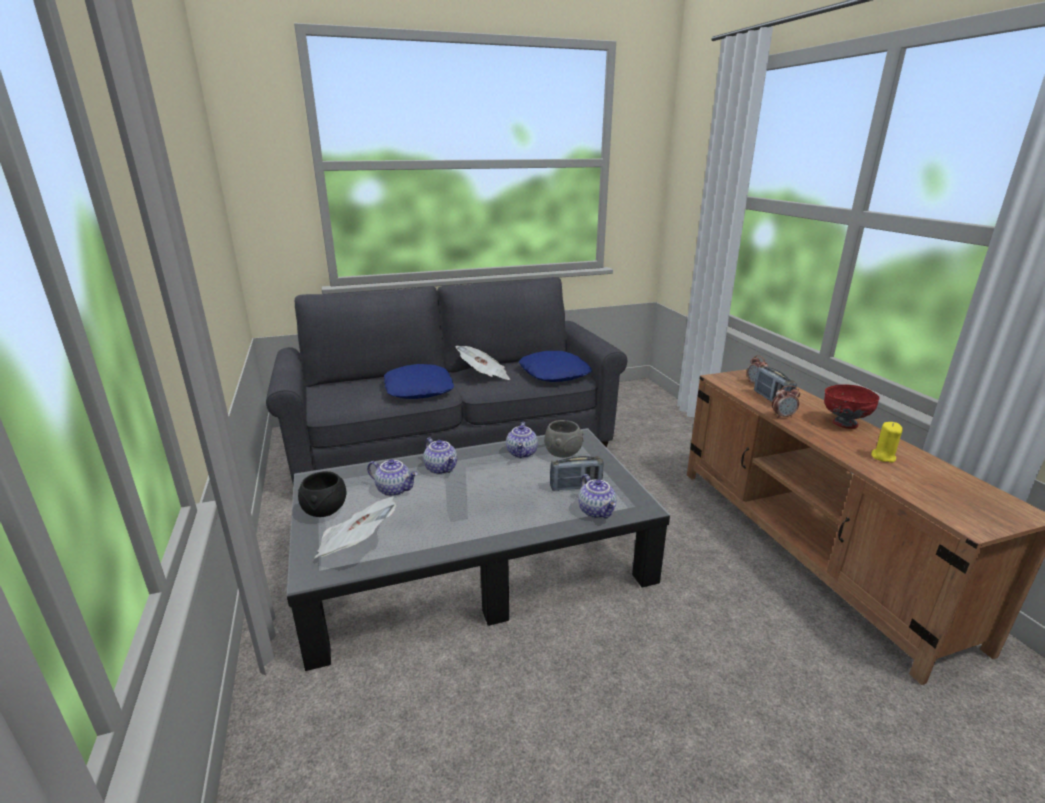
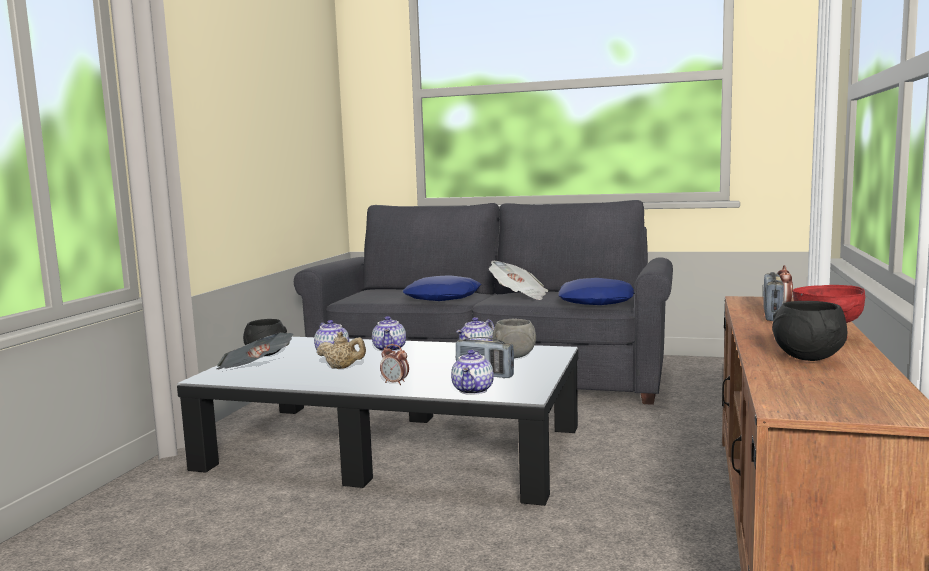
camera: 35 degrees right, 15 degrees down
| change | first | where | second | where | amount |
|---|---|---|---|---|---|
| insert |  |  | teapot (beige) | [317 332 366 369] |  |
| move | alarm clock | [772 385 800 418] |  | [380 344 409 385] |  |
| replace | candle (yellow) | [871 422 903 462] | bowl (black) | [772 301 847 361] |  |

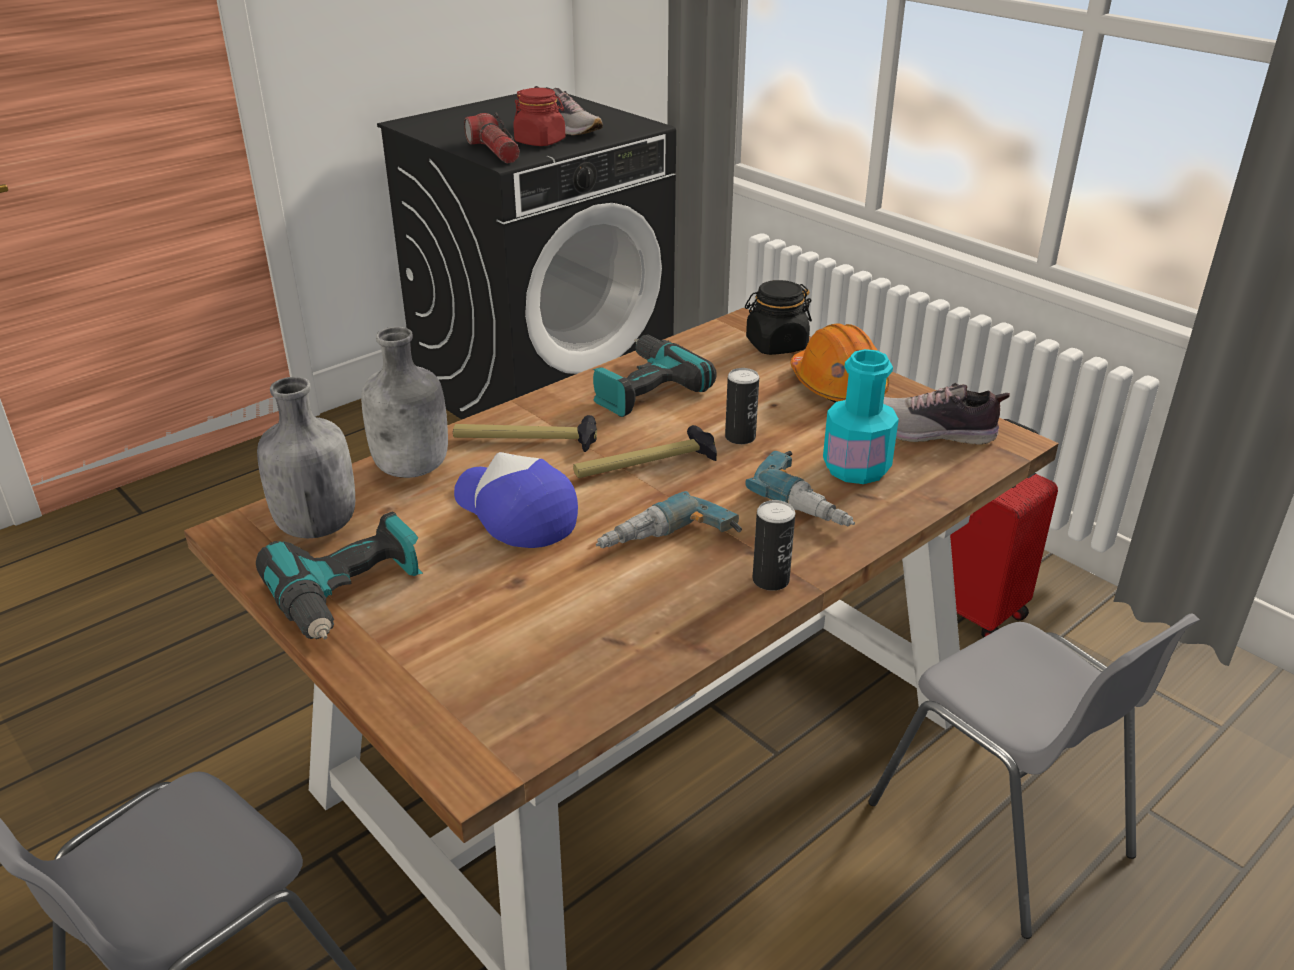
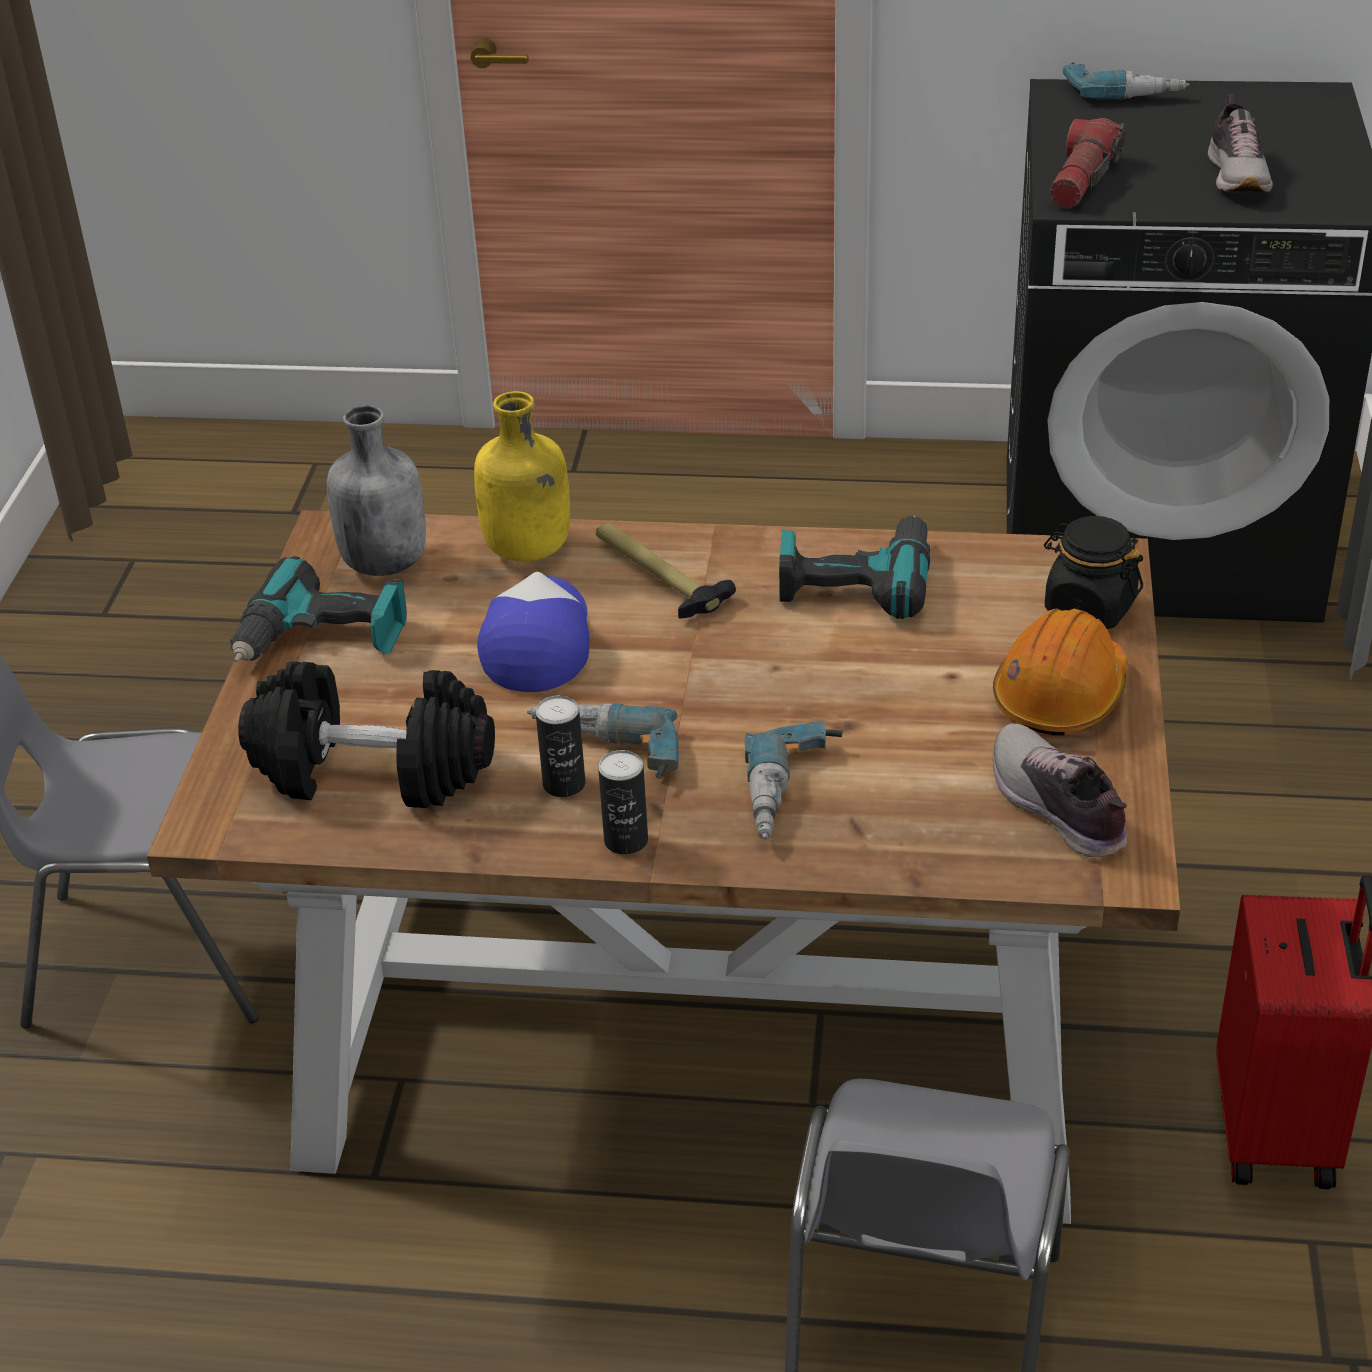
camera: 50 degrees right, 5 degrees up
| change | first | where | second | where | amount |
|---|---|---|---|---|---|
| insert |  |  | dumbbell (black) | [238 661 495 808] |  |
| recolor | bottle (grey) | [361 327 448 478] | bottle (yellow) | [474 391 570 562] |  |
| move | can | [725 368 759 444] |  | [535 695 585 797] |  |
| insert |  |  | power drill | [1063 62 1189 100] |  |
| delete | jar (red) | [513 88 565 146] |  |  |  |
| delete | hammer | [573 425 717 478] |  |  |  |
| delete | bottle (turquoise) | [823 349 899 484] |  |  |  |

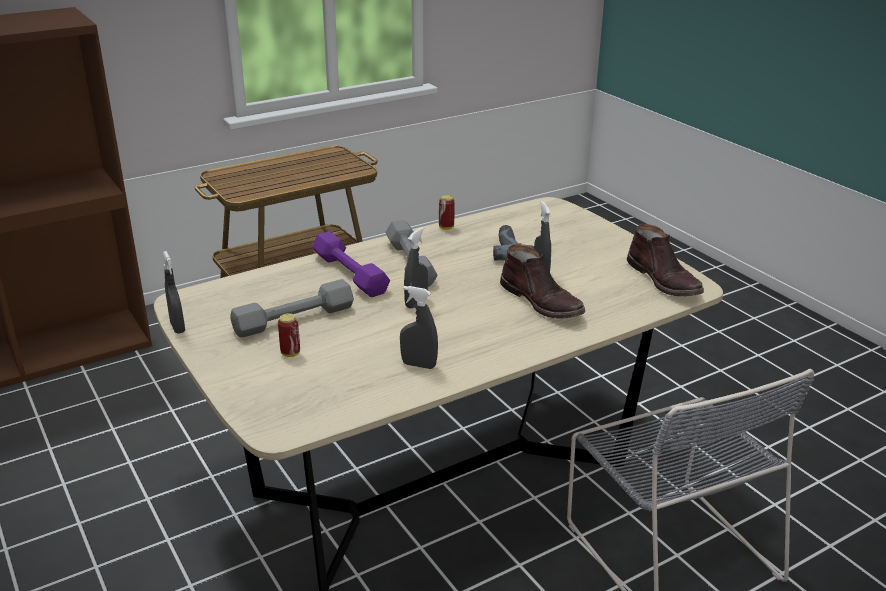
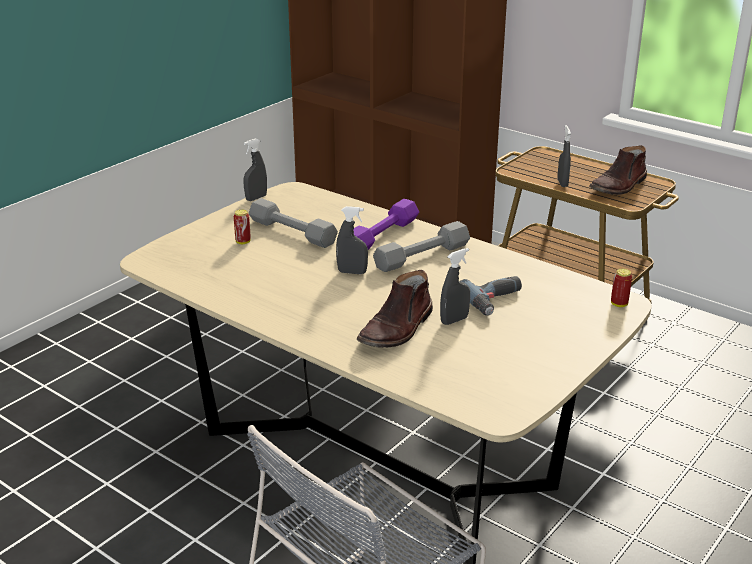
camera: 70 degrees right, 0 degrees up
| change | first | where | second | where | amount |
|---|---|---|---|---|---|
| move | spray bottle (grey) | [400 286 438 369] |  | [557 125 571 187] |  |
| move | boot (brown) | [627 224 704 296] |  | [589 145 647 195] |  |
| move | can | [439 195 455 230] |  | [611 269 632 307] |  |

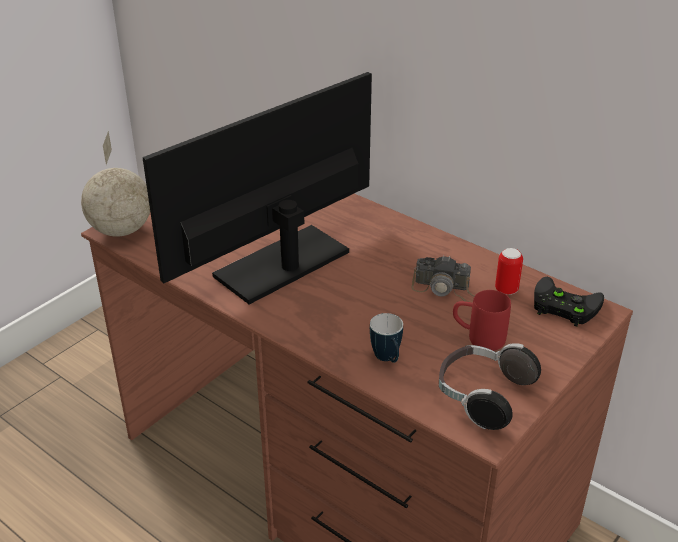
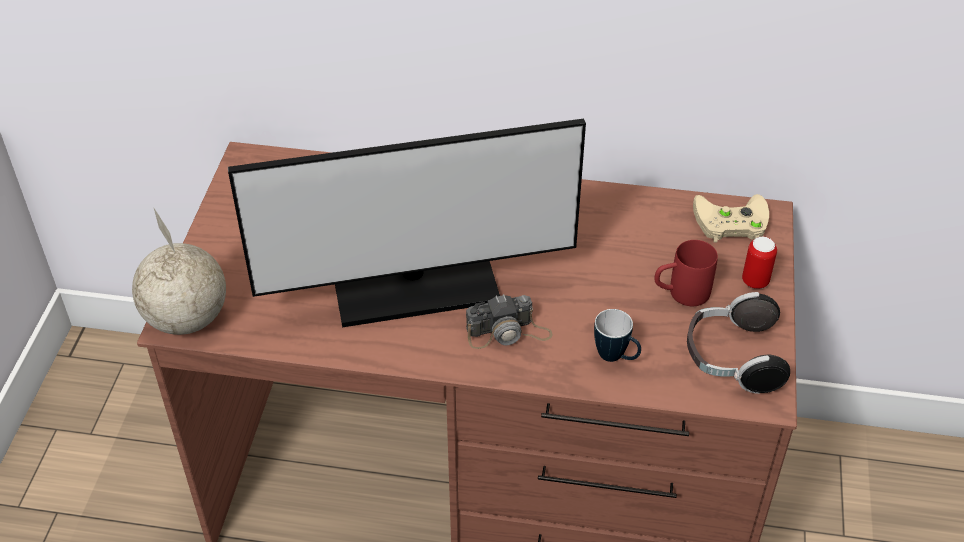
camera: 30 degrees left, 10 degrees up
| change | first | where | second | where | amount |
|---|---|---|---|---|---|
| rotate | monitor | [142 72 372 305] |  | [228 118 586 327] | 120 degrees counterclockwise |
| move | photo camera | [411 255 475 303] |  | [466 294 553 349] |  |
| recolor | game controller (black) | [534 277 604 327] | game controller (beige) | [693 194 769 243] |  |
| move | can | [495 248 523 295] |  | [742 236 777 289] |  |

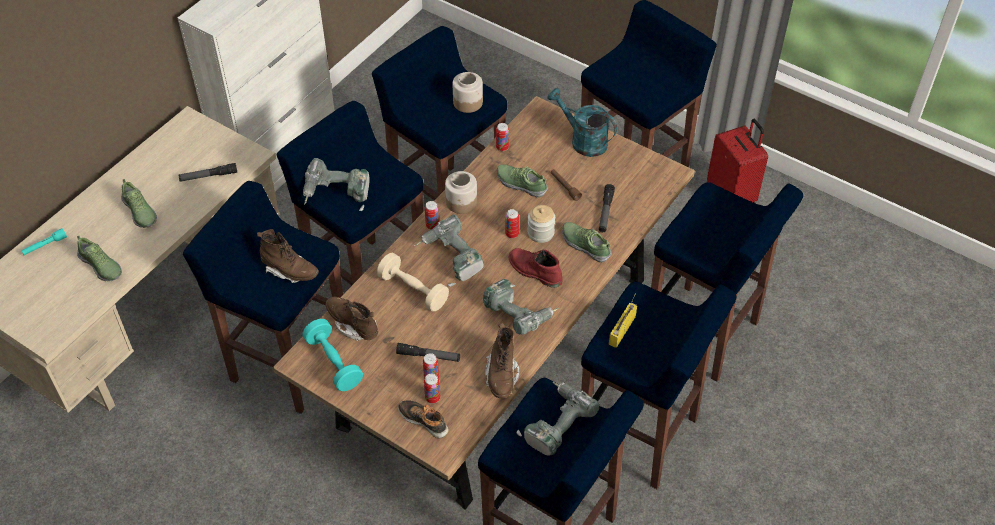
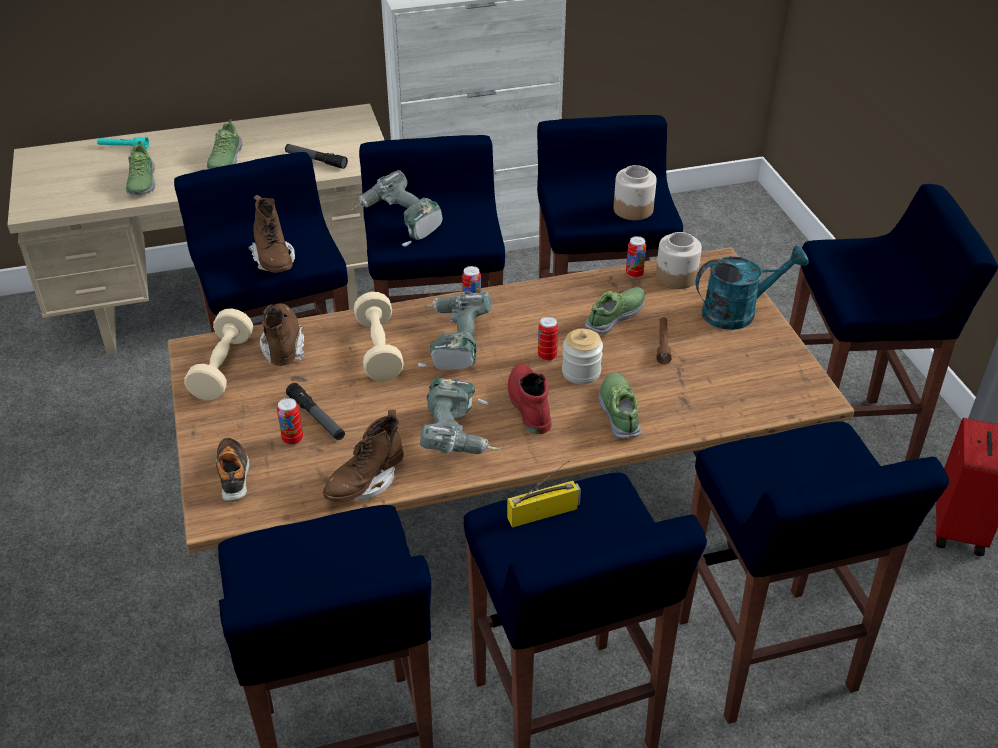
camera: 40 degrees right, 10 degrees down
| change | first | where | second | where | amount |
|---|---|---|---|---|---|
| recolor | dumbbell (turquoise) | [302 319 363 391] | dumbbell (beige) | [184 308 253 401] |  |
| rotate | shoe | [497 164 548 198] |  | [585 287 645 334] | 60 degrees clockwise |
| move | jar | [445 171 477 214] |  | [656 232 702 289] |  |
| rotate | watering can (turquoise) | [547 88 617 157] |  | [695 246 809 330] | 90 degrees clockwise |
| delete | can | [424 374 440 404] |  |  |  |
| delete | power drill | [517 382 599 456] |  |  |  |
| delete | flashlight | [599 184 615 232] |  |  |  |

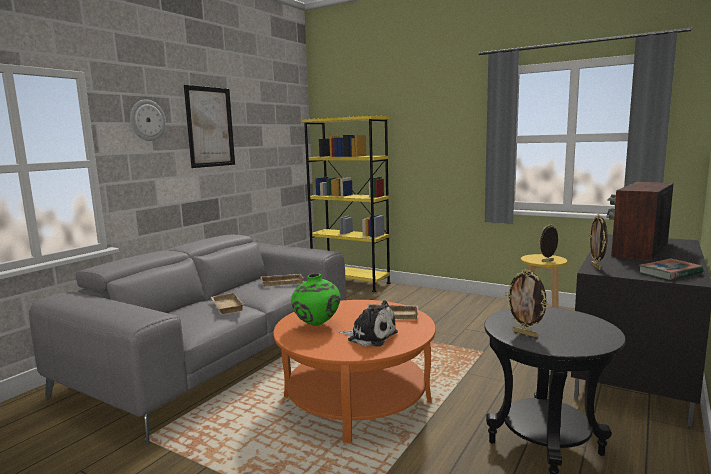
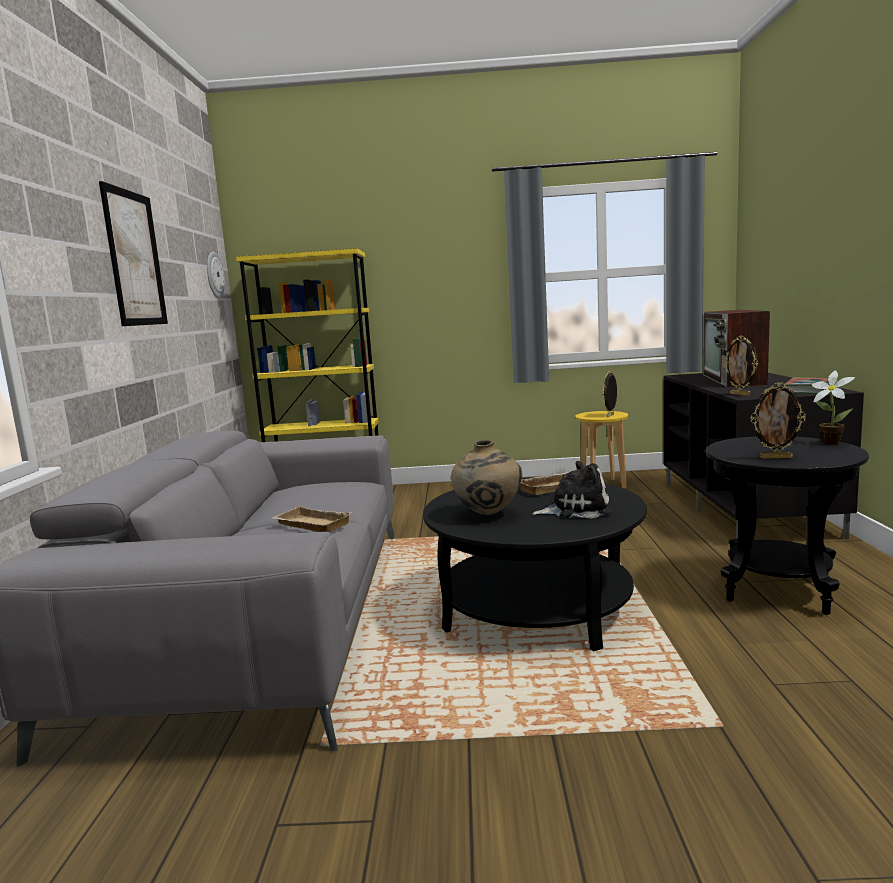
camera: 30 degrees left, 0 degrees up
| change | first | where | second | where | amount |
|---|---|---|---|---|---|
| move | wall clock | [130 99 166 141] |  | [207 252 225 298] |  |
| recolor | coffee table (orange) | [273 300 436 443] | coffee table (black) | [423 477 647 651] |  |
| recolor | vase (green) | [291 273 341 326] | vase (beige) | [451 440 522 515] |  |
| insert |  |  | potted plant | [812 370 855 445] |  |
| delete | tray (beige) | [260 274 304 287] |  |  |  |

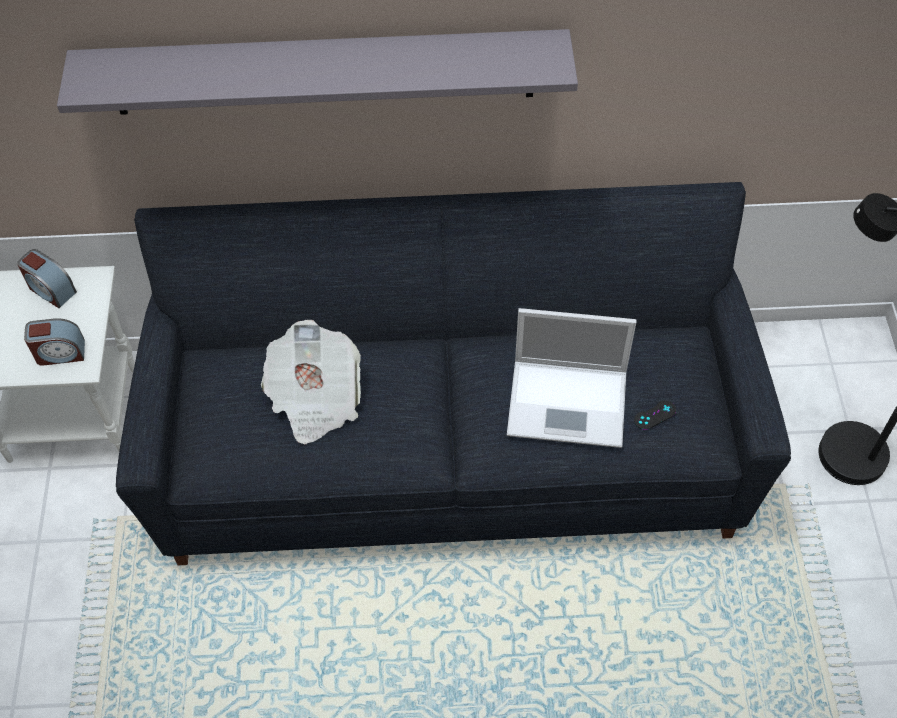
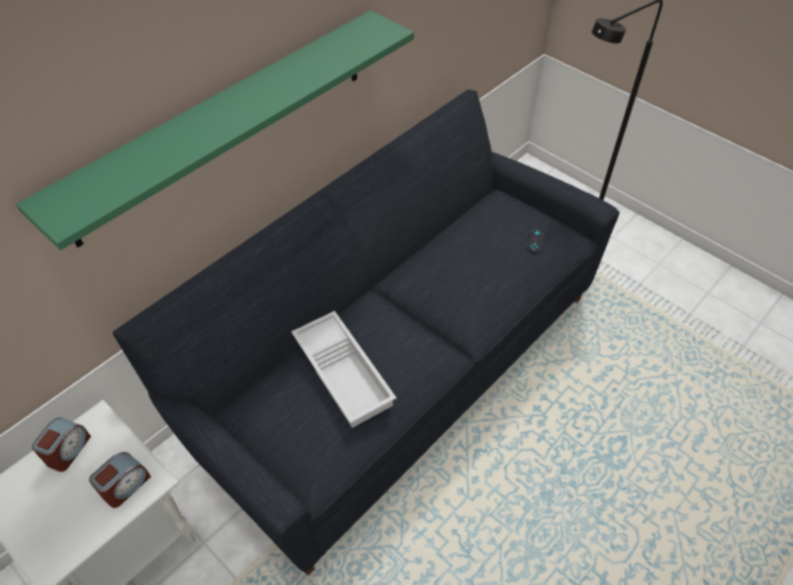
camera: 45 degrees left, 5 degrees down
| change | first | where | second | where | amount |
|---|---|---|---|---|---|
| recolor | shelf (grey) | [57 29 578 115] | shelf (green) | [16 10 414 250] |  |
| rotate | alarm clock | [17 249 77 308] |  | [32 418 91 472] | 60 degrees counterclockwise |
| replace | newspaper | [261 320 361 444] | tray (white) | [291 311 396 428] |  |
| delete | laptop | [507 308 636 448] |  |  |  |

